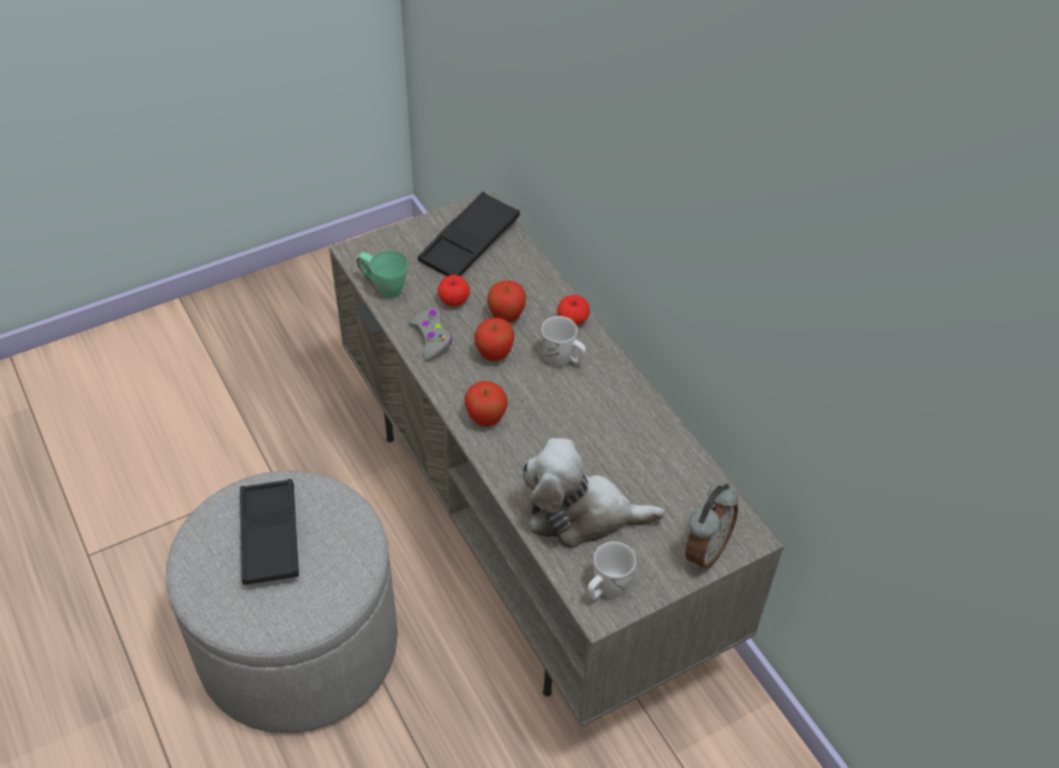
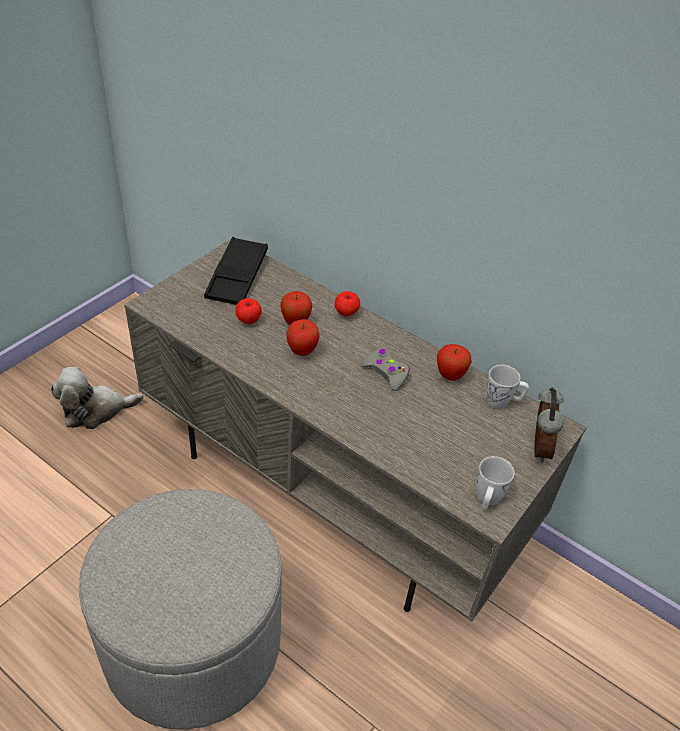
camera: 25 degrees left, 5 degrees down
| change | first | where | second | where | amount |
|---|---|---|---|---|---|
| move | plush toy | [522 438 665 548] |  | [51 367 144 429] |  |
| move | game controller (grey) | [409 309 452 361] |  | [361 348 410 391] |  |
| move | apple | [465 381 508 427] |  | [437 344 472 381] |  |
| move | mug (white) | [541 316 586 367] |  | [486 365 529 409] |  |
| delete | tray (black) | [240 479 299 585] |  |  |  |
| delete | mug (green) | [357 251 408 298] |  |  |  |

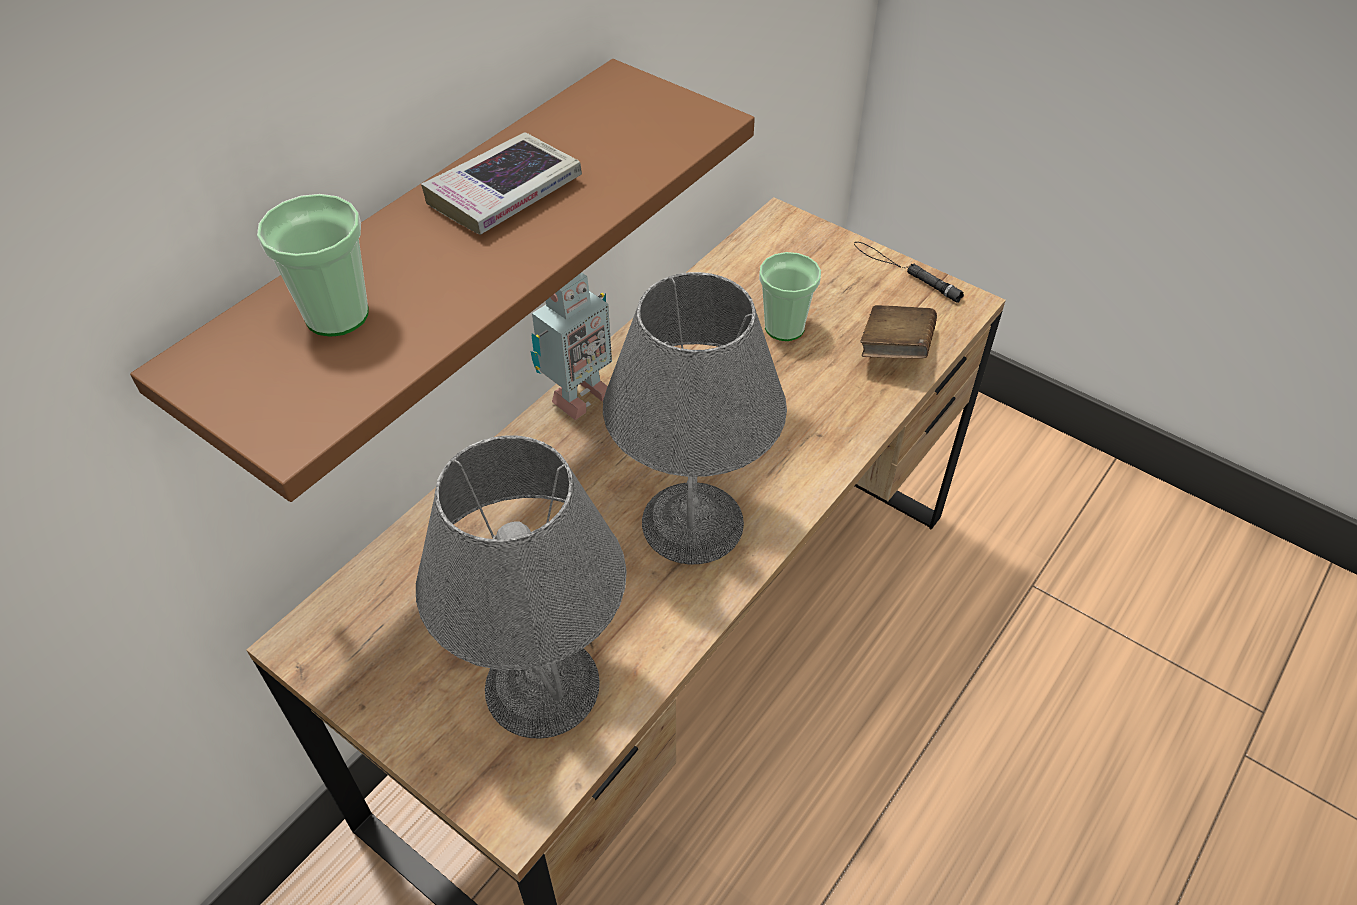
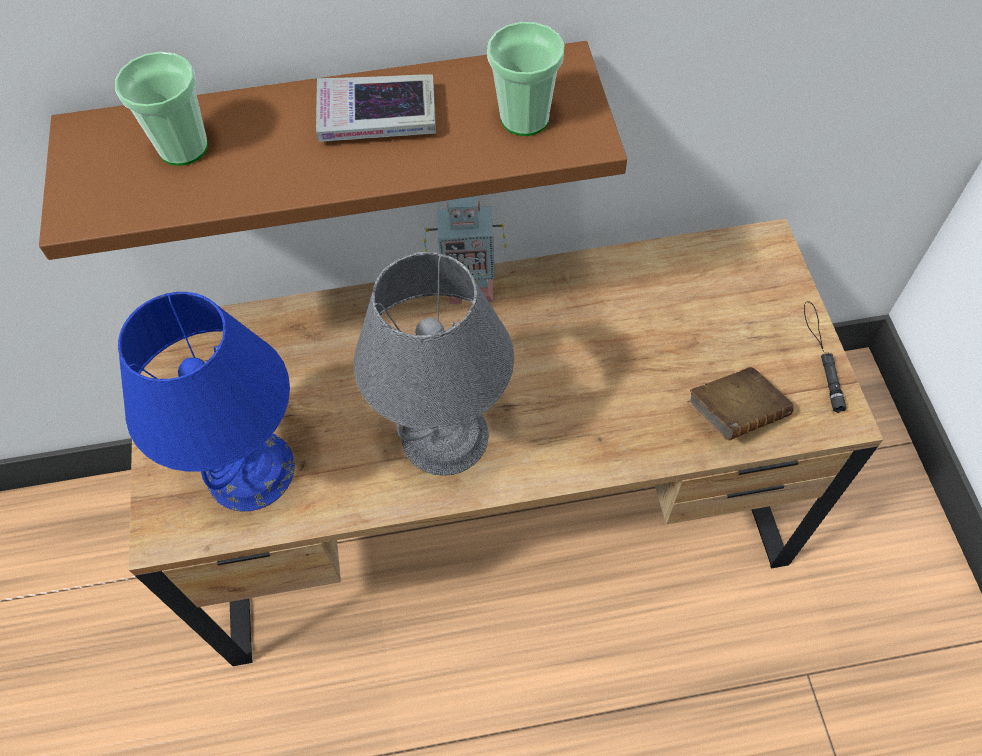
camera: 45 degrees right, 10 degrees up
| change | first | where | second | where | amount |
|---|---|---|---|---|---|
| recolor | table lamp (grey) | [416 435 627 738] | table lamp (blue) | [118 292 295 511] |  |
| move | cup | [759 252 821 341] |  | [487 22 565 136] |  |

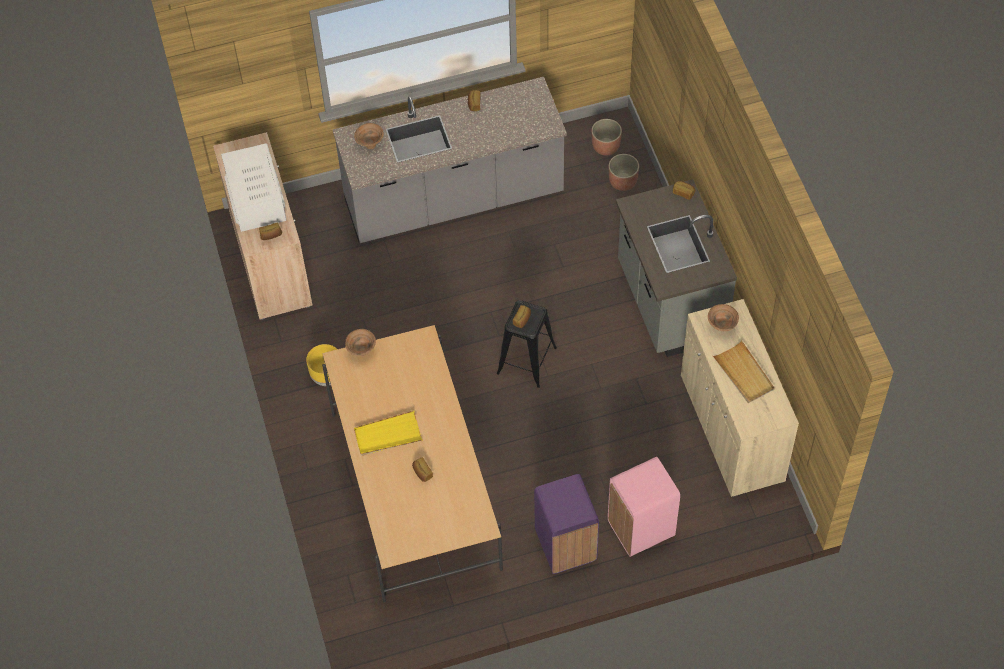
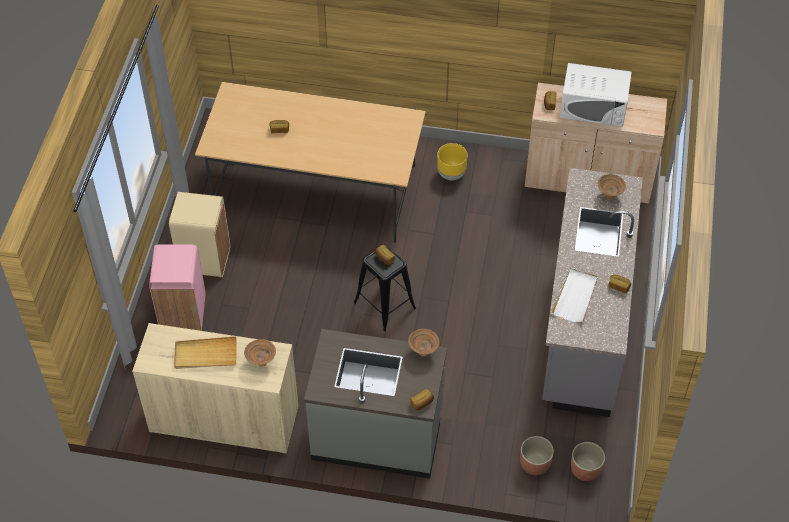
camera: 115 degrees right, 5 degrees down
| change | first | where | second | where | amount |
|---|---|---|---|---|---|
| recolor | trash can (purple) | [534 474 599 574] | trash can (beige) | [169 192 230 277] |  |
| move | bowl (brown) | [345 329 376 356] |  | [408 329 439 356] |  |
| insert |  |  | tray (white) | [551 268 598 323] |  |
| delete | tray (yellow) | [354 411 423 456] |  |  |  |

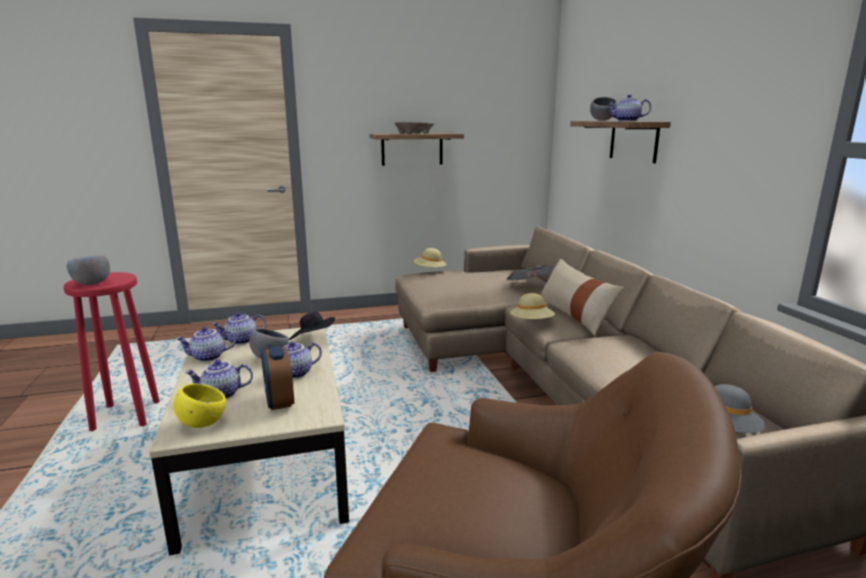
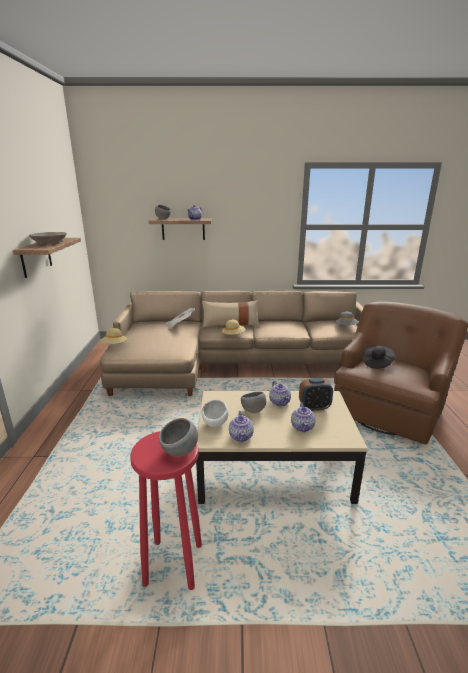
camera: 75 degrees left, 5 degrees up
| change | first | where | second | where | amount |
|---|---|---|---|---|---|
| replace | teapot | [212 312 266 345] | bowl (white) | [202 400 229 427] |  |
| move | hat (black) | [289 312 335 340] |  | [363 345 395 369] |  |
| delete | bowl (yellow) | [174 384 226 428] |  |  |  |

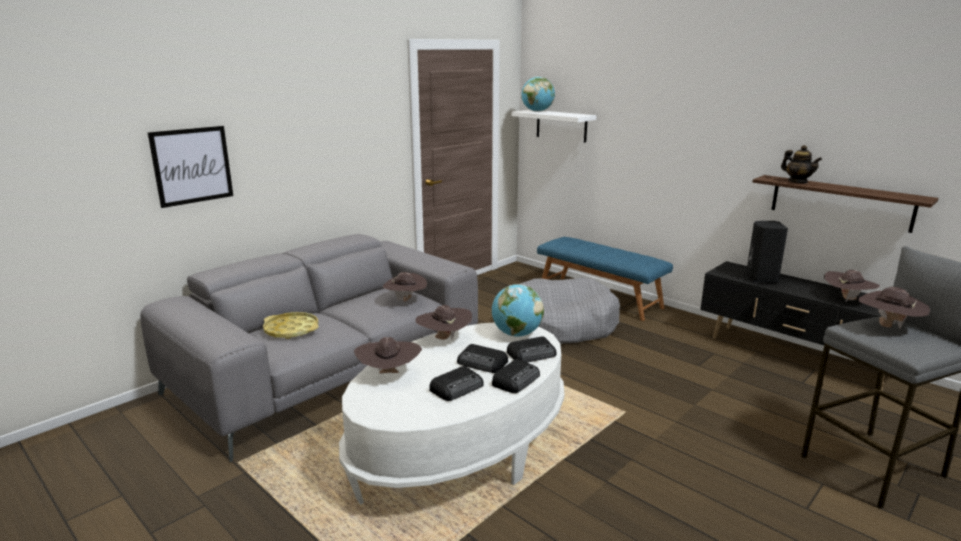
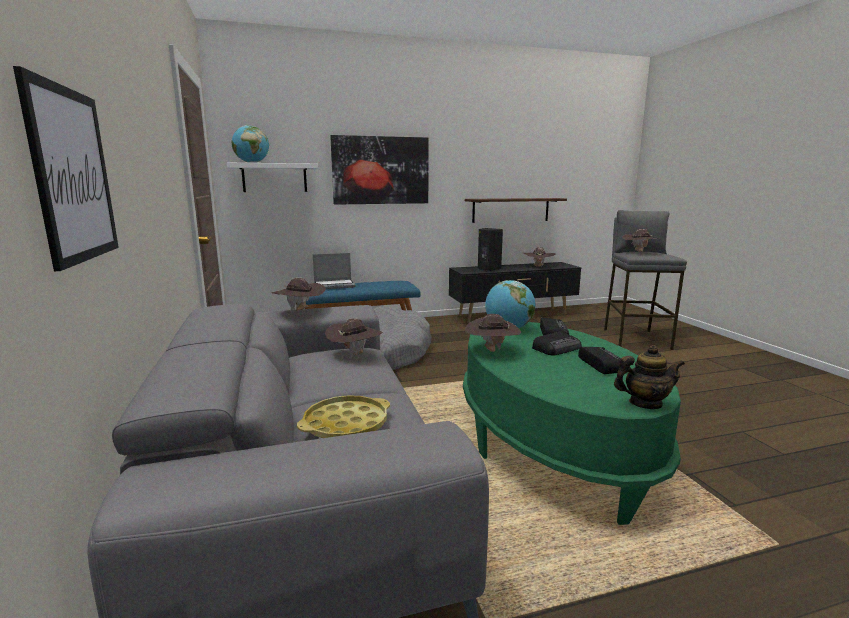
camera: 60 degrees left, 5 degrees down
| change | first | where | second | where | amount |
|---|---|---|---|---|---|
| move | hat (brown) | [354 337 422 373] |  | [271 278 326 312] |  |
| insert |  |  | laptop | [313 253 356 289] |  |
| insert |  |  | picture | [330 135 428 205] |  |
| recolor | coffee table (white) | [339 323 564 504] | coffee table (green) | [463 322 681 525] |  |
| move | teapot | [781 145 822 183] |  | [614 345 685 409] |  |
| delete | radio | [492 358 540 393] |  |  |  |

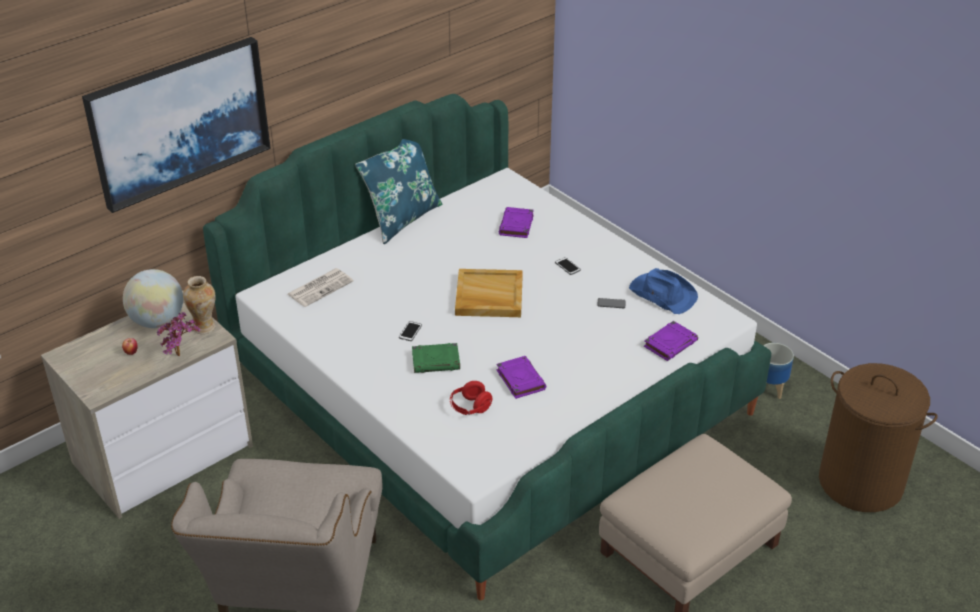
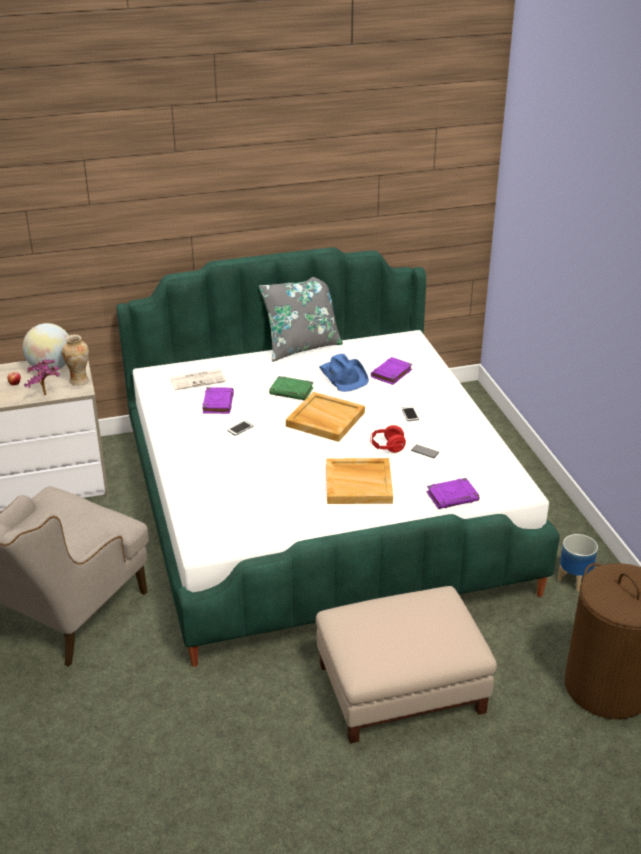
camera: 25 degrees right, 5 degrees down
| change | first | where | second | where | amount |
|---|---|---|---|---|---|
| move | book (purple) | [496 356 546 399] |  | [202 387 234 414] |  |
| recolor | pillow (blue) | [355 139 442 244] | pillow (grey) | [259 277 343 362] |  |
| move | book (green) | [412 343 460 373] |  | [269 376 314 400] |  |
| move | hat (blue) | [629 268 698 314] |  | [319 354 369 392] |  |
| insert |  |  | tray (beige) | [326 458 393 504] |  |
| move | headphones (red) | [450 381 492 415] |  | [370 425 406 453] |  |
| delete | picture | [82 37 271 213] |  |  |  |

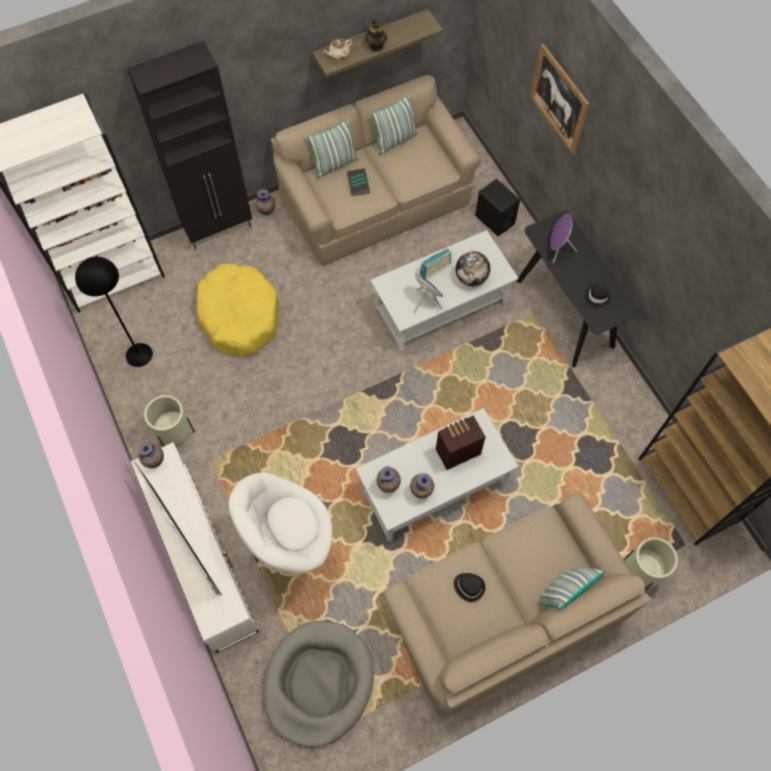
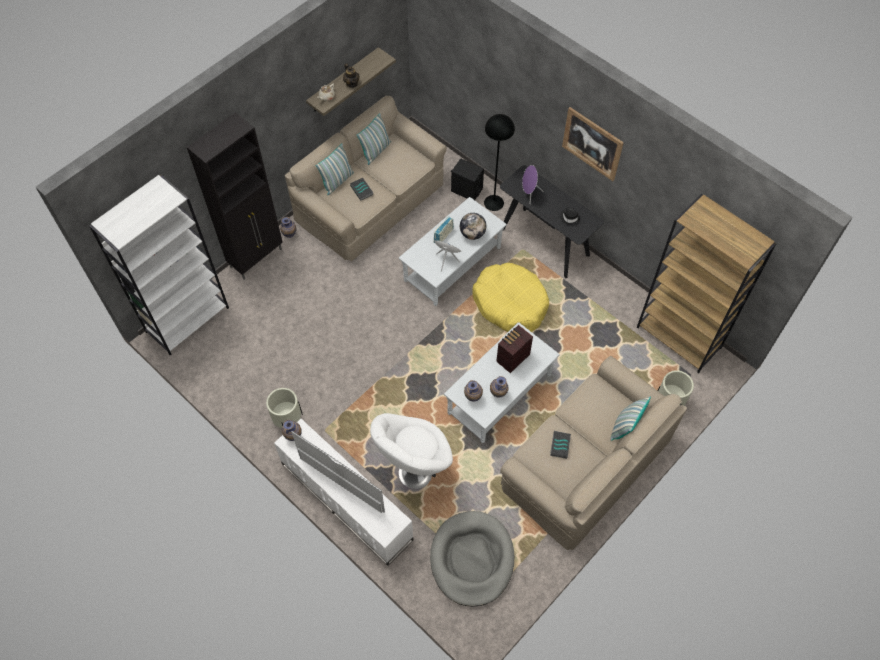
camera: 20 degrees left, 5 degrees down
| change | first | where | second | where | amount |
|---|---|---|---|---|---|
| move | dog bed (yellow) | [197 263 279 357] |  | [472 263 549 332] |  |
| move | floor lamp (black) | [75 257 153 367] |  | [484 114 515 211] |  |
| replace | hat (black) | [454 573 485 602] | book | [550 431 571 459] |  |
| move | picture | [530 44 590 155] |  | [562 107 624 181] |  |

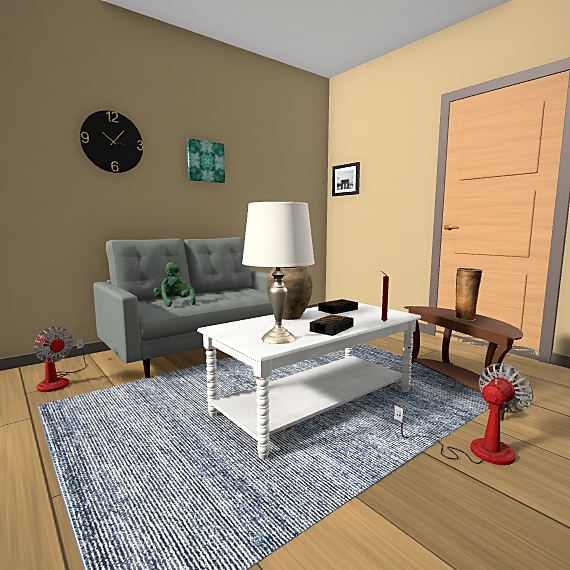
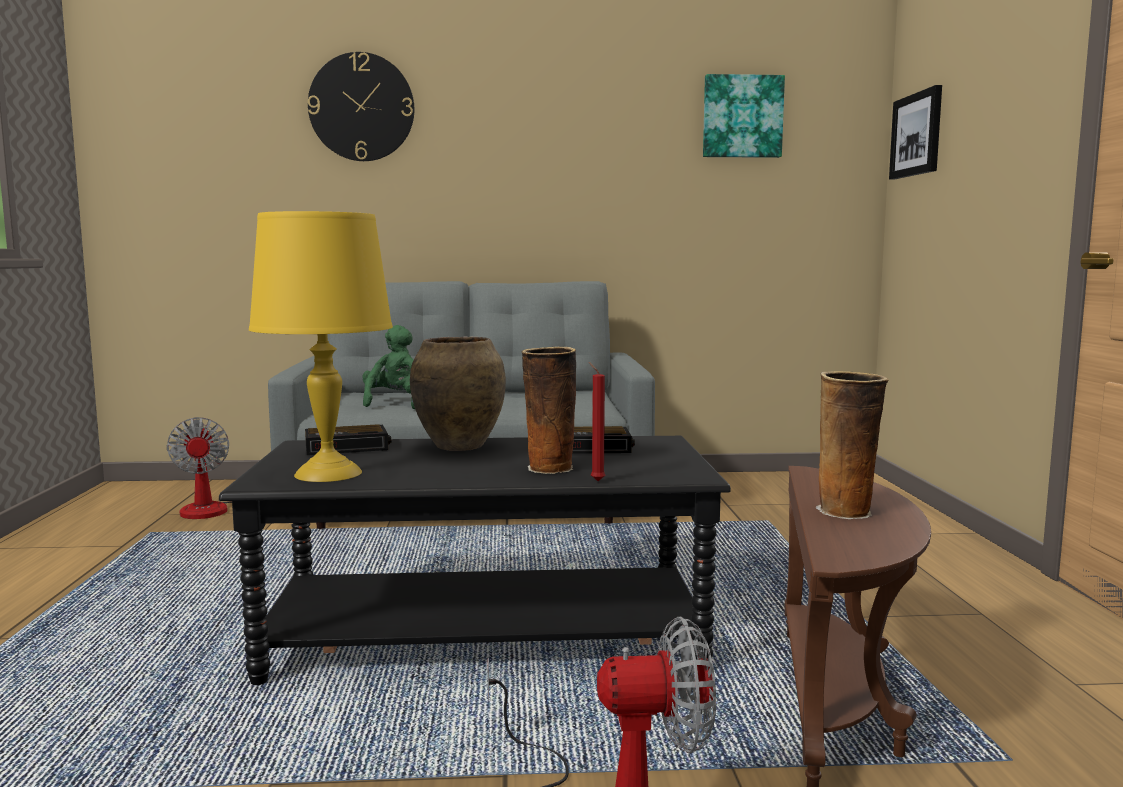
camera: 35 degrees right, 0 degrees up
| change | first | where | second | where | amount |
|---|---|---|---|---|---|
| recolor | coffee table (white) | [197 303 421 459] | coffee table (black) | [219 436 731 685] |  |
| recolor | table lamp (white) | [242 202 315 344] | table lamp (yellow) | [249 211 393 482] |  |
| move | alarm clock | [310 314 354 336] |  | [305 424 391 455] |  |
| insert |  |  | vase | [522 347 576 474] |  |
| move | picture | [187 138 225 183] |  | [703 74 785 158] |  |

